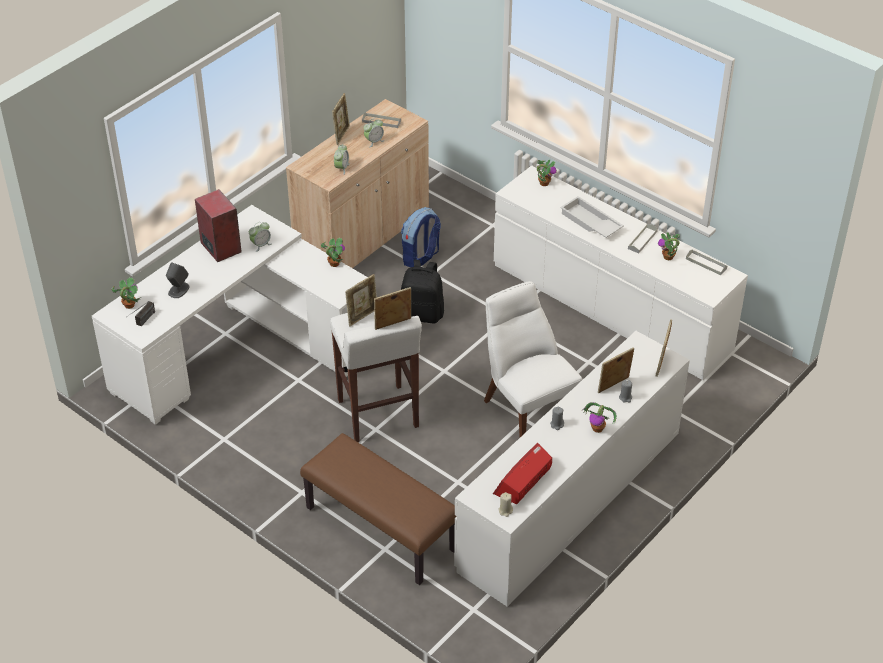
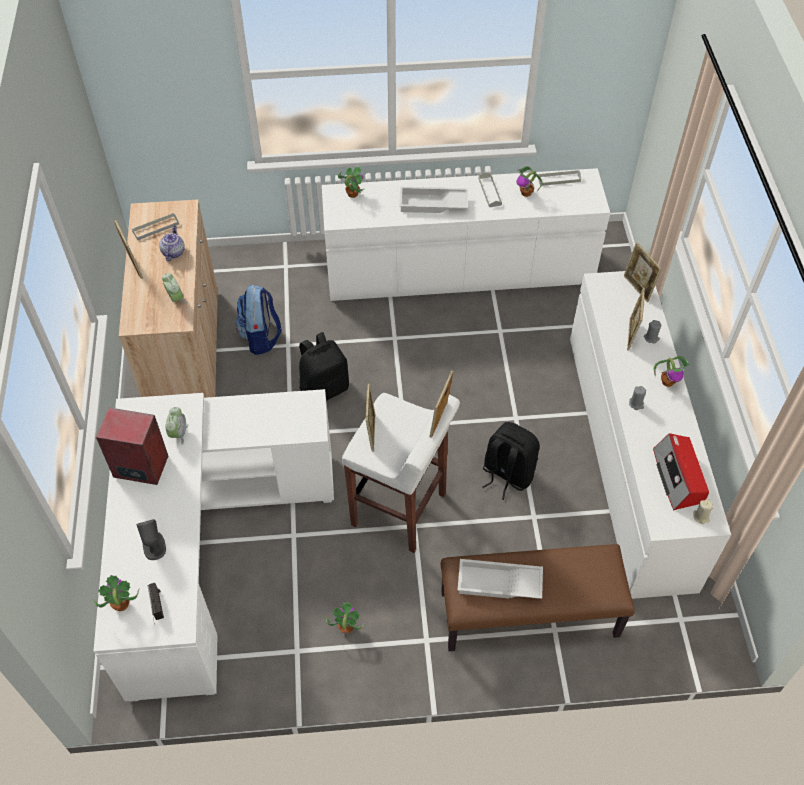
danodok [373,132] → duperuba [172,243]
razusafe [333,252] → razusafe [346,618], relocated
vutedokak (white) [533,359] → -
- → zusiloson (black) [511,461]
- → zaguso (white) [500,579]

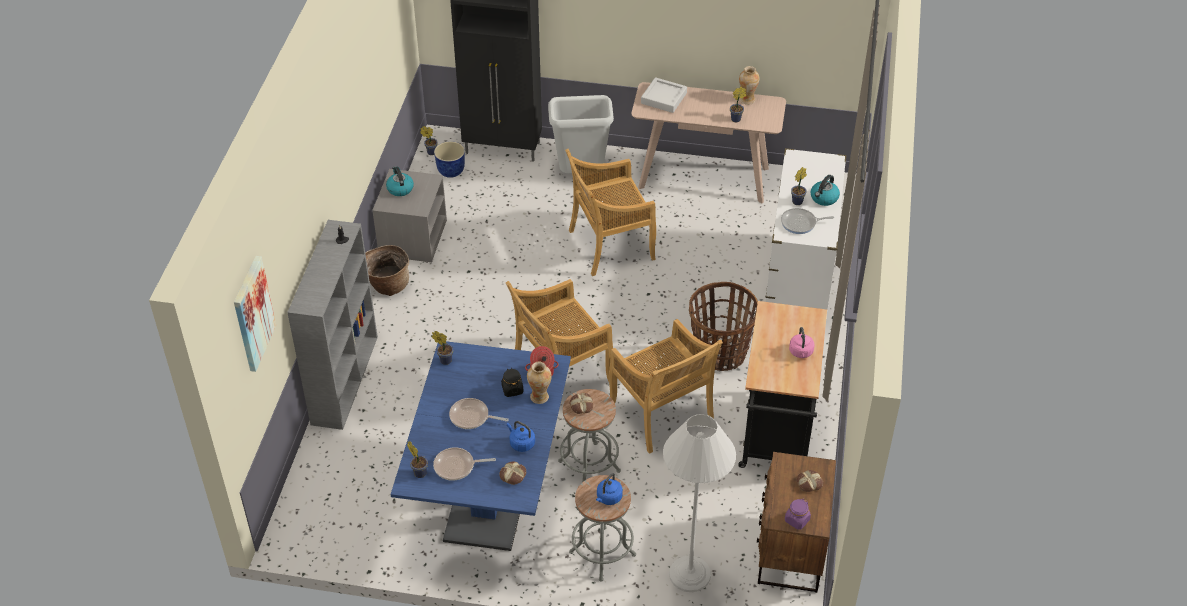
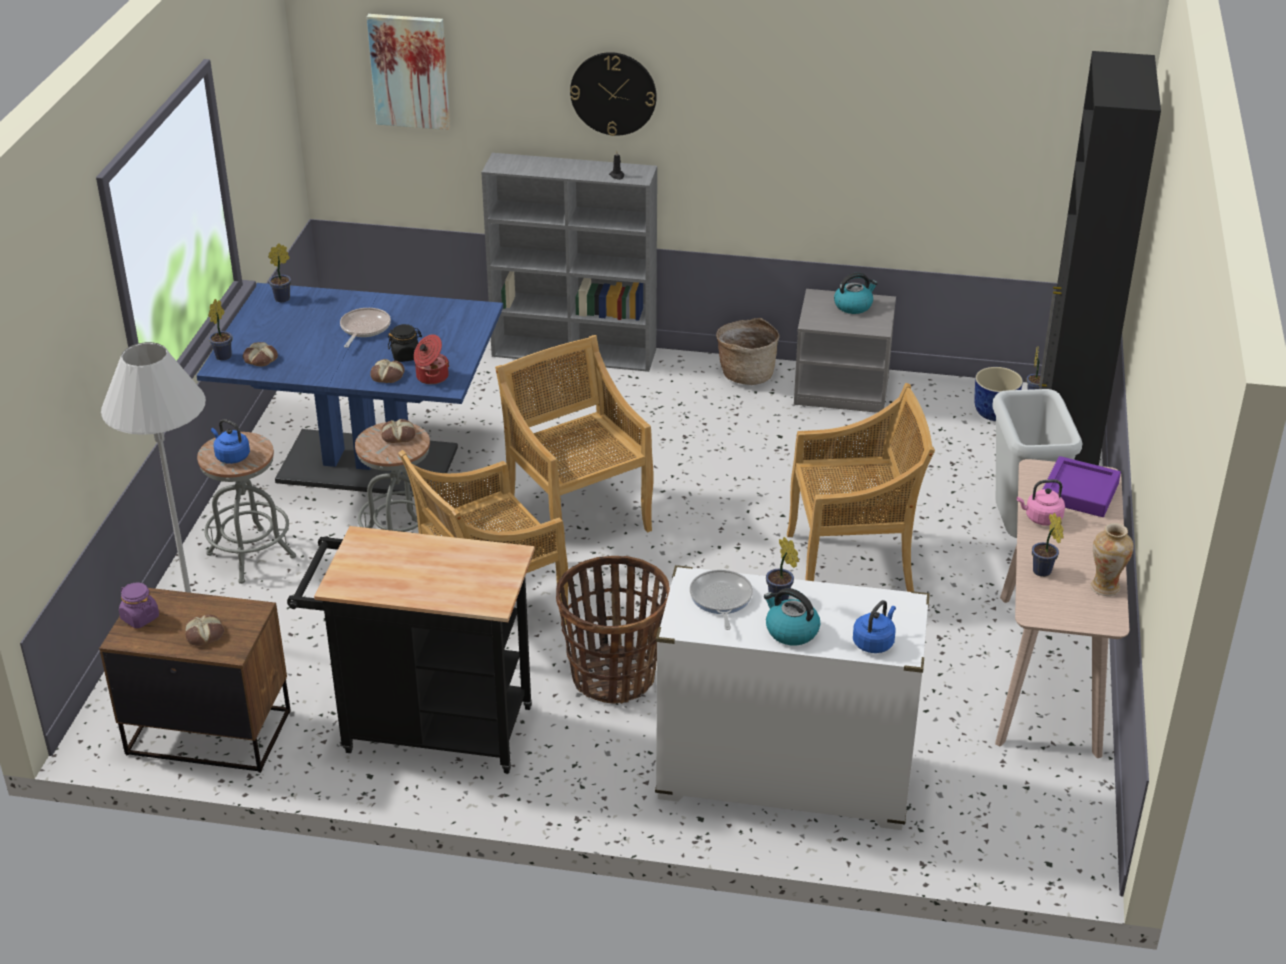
zaguso (grey) [664,95] → zaguso (purple) [1082,486]
vutedokak (beige) [610,212] → vutedokak (beige) [861,487], 105 degrees clockwise
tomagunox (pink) [801,342] → tomagunox (pink) [1041,502], relocated
razusafe [442,348] → razusafe [220,329], relocated
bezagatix [539,382] → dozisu [387,371]
tomagunox (blue) [521,436] → tomagunox (blue) [874,626], relocated
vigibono [464,464] → -
- → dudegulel [613,94]

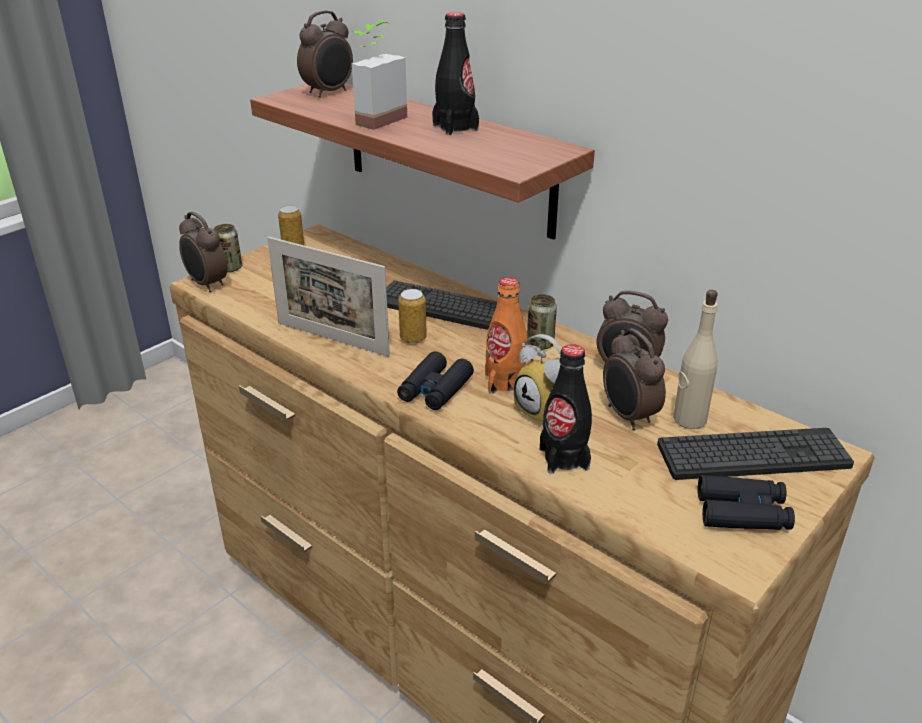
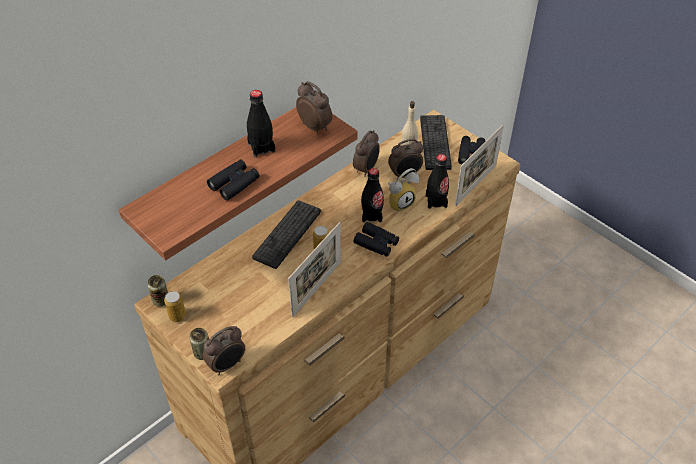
danodok [325,54] → danodok [314,107], relocated
razusafe [379,75] → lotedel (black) [233,180]
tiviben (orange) [506,335] → tiviben (black) [372,195]
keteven [542,322] → keteven [157,291], relocated
- → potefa [479,165]

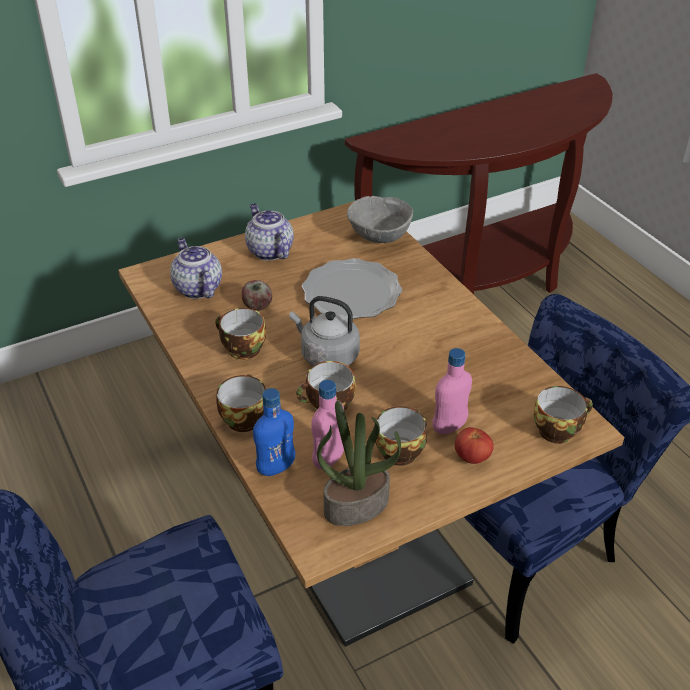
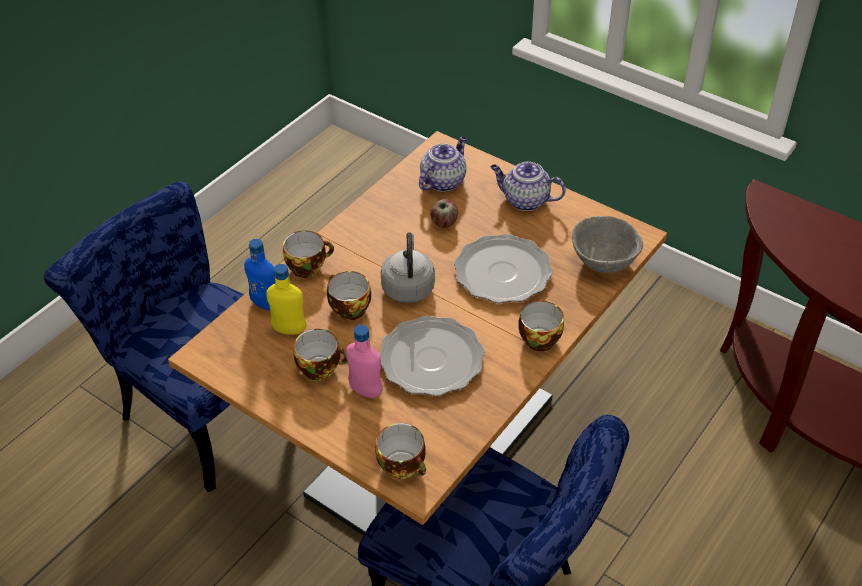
duperuba [269,232] → duperuba [528,186], 105 degrees counterclockwise
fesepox [240,334] → fesepox [541,325], relocated
tiviben (pink) [327,424] → tiviben (yellow) [286,299]
razusafe [359,463] → -
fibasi [474,445] → -
- → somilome [432,355]

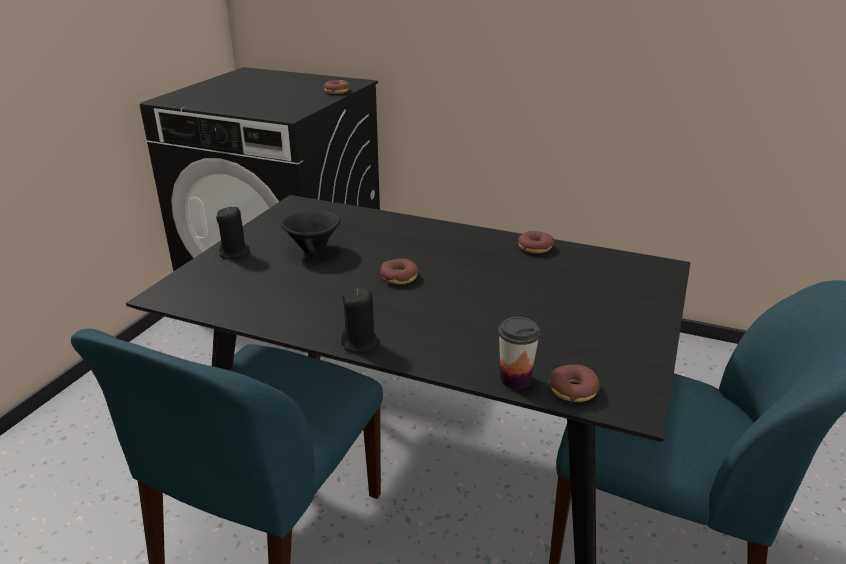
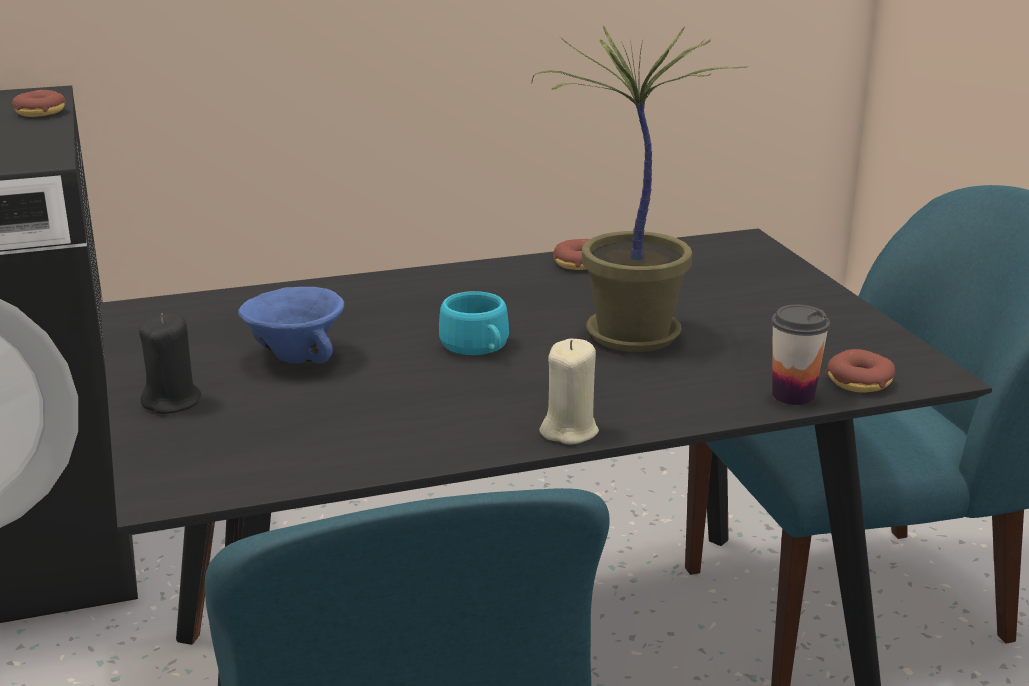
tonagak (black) [311,234] → tonagak (blue) [291,325]
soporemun [399,271] → fesepox (turquoise) [474,323]
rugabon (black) [360,320] → rugabon (beige) [569,391]
- → razusafe [640,189]

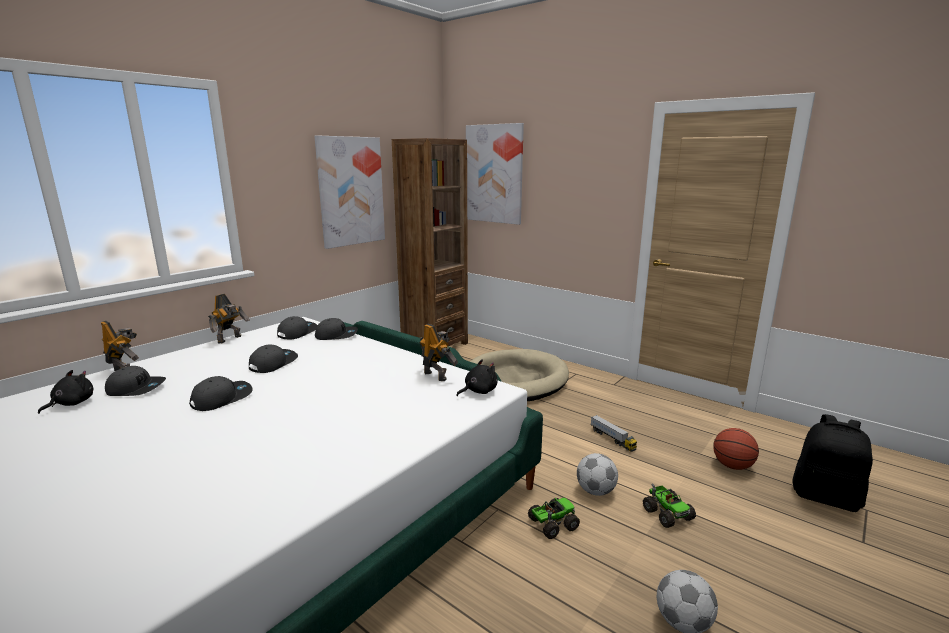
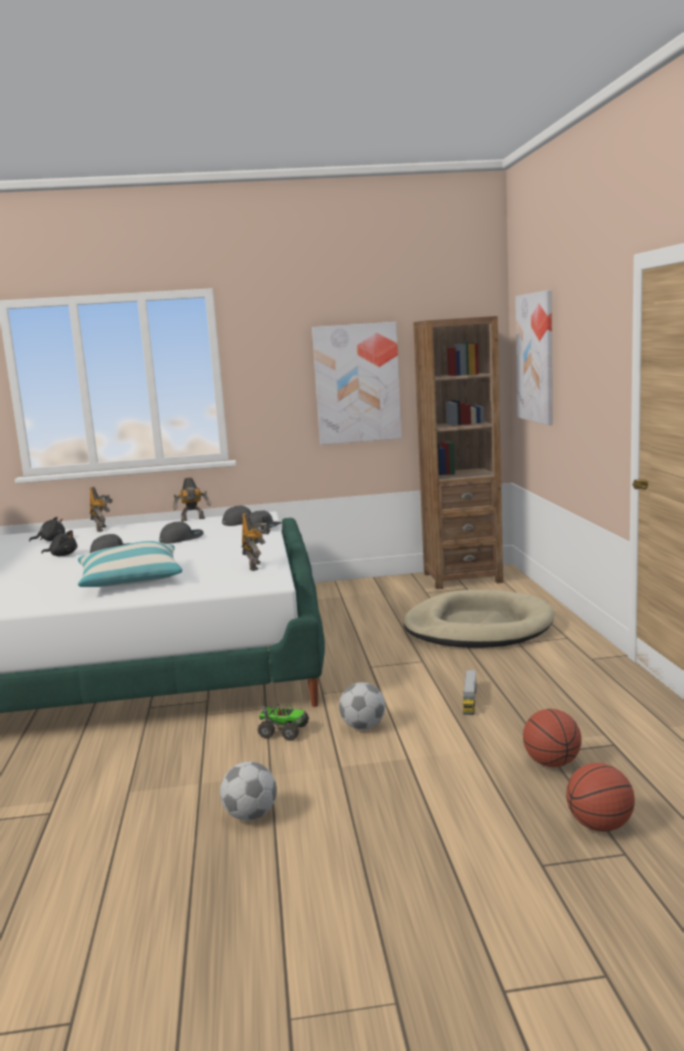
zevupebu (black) [477,377] → zevupebu (black) [59,543], relocated
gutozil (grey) [135,381] → -
zusiloson (black) [832,463] → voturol [600,797]
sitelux [669,505] → -
- → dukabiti [130,564]

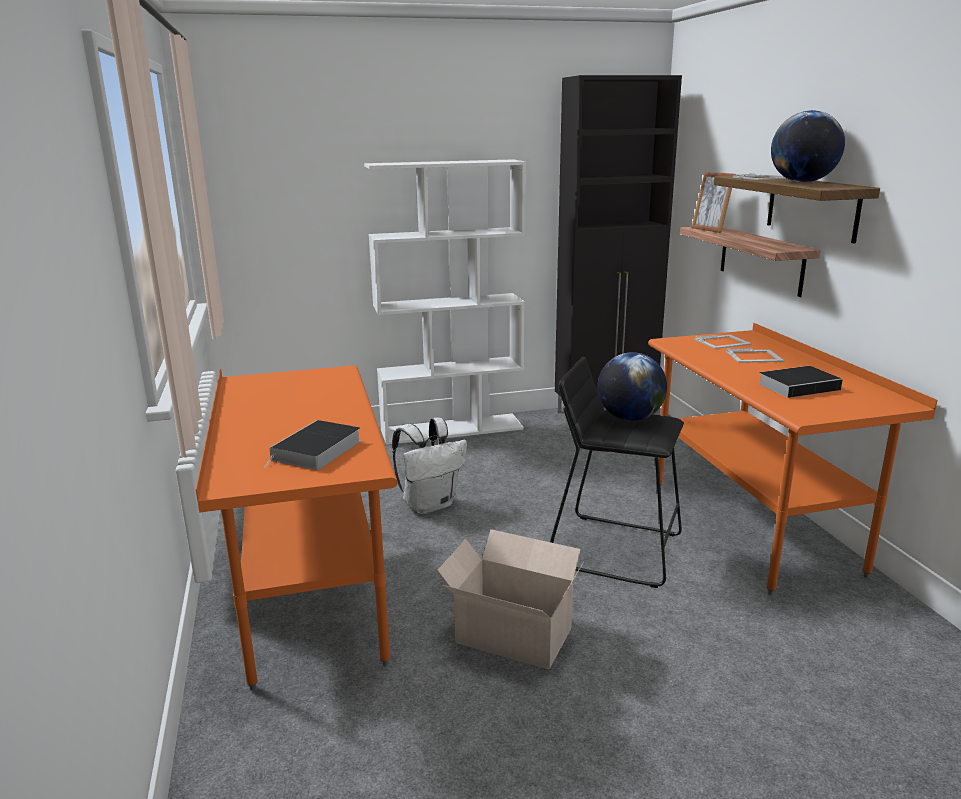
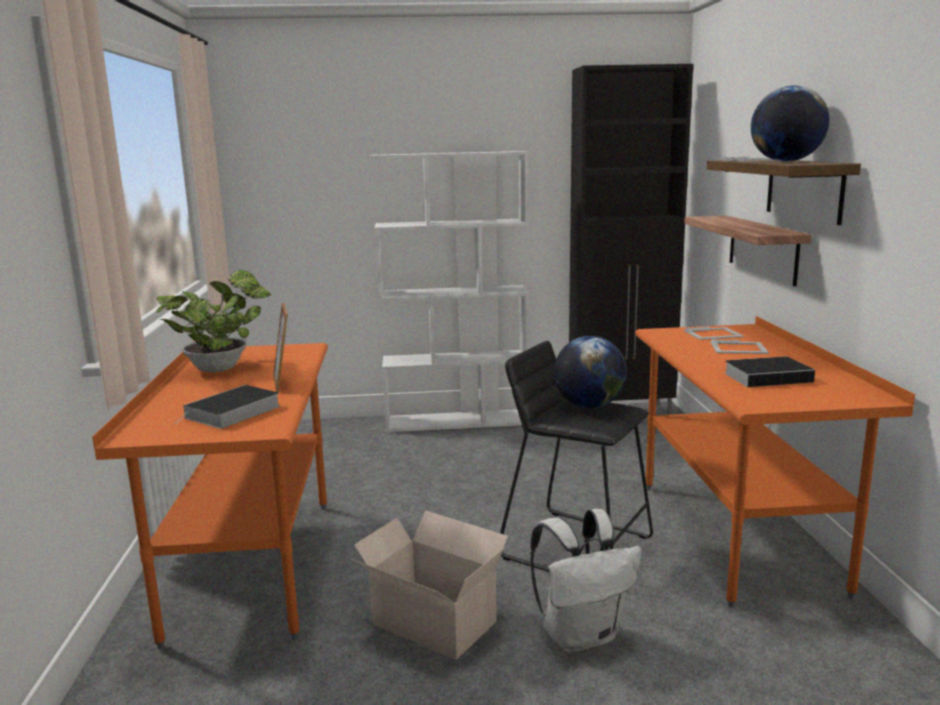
potefa [713,202] → potefa [280,347], relocated
zusiloson (white) [429,466] → zusiloson (white) [586,581], relocated
- → razusafe [213,321]

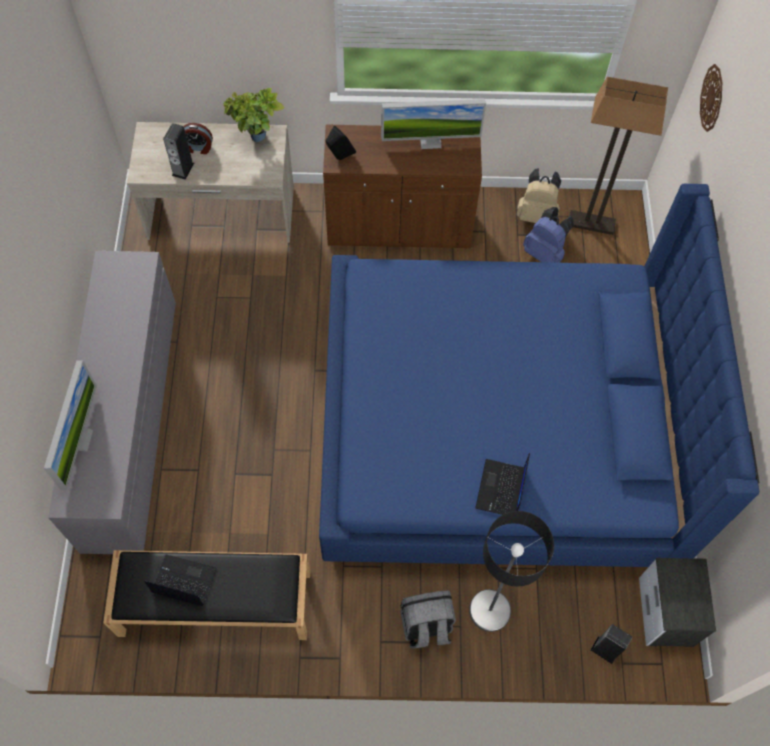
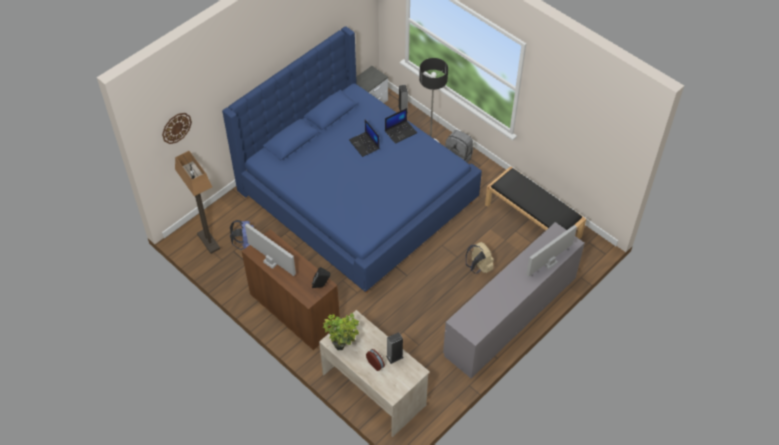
zusiloson (beige) [539,195] → zusiloson (beige) [480,258], relocated
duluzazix [180,580] → duluzazix [364,138], relocated

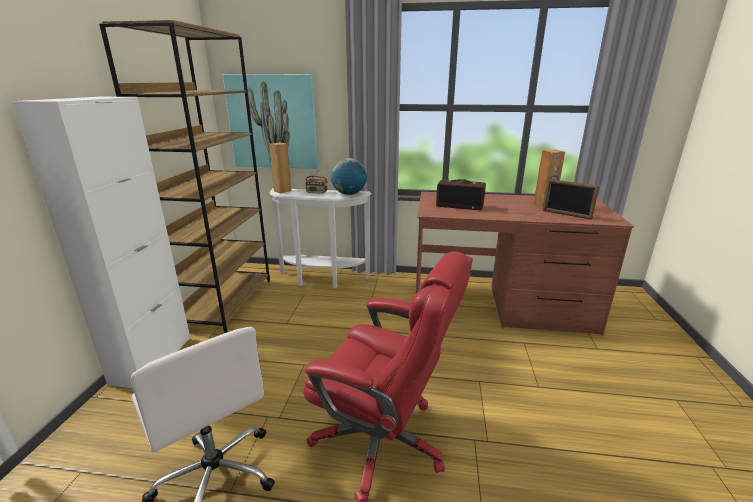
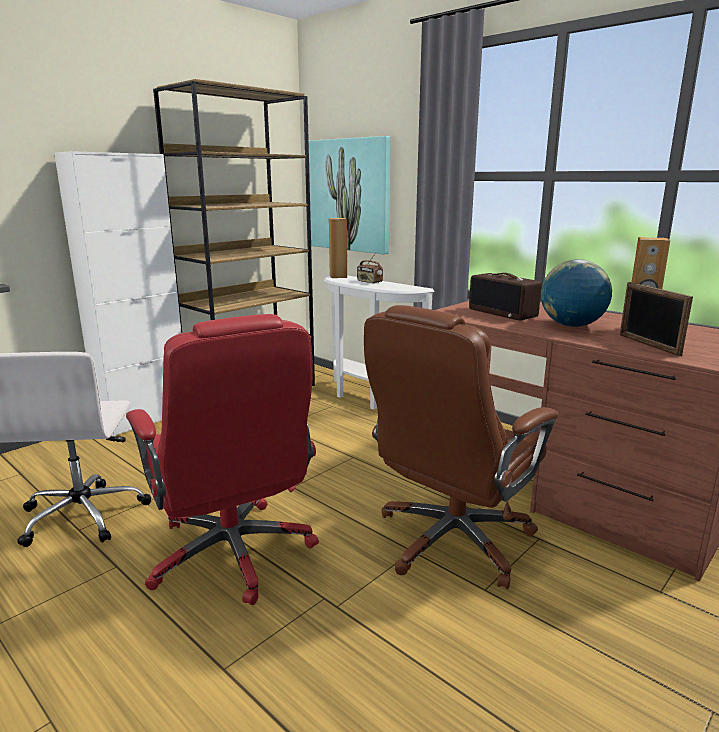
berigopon [349,176] → berigopon [576,293], relocated
- → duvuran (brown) [461,447]

